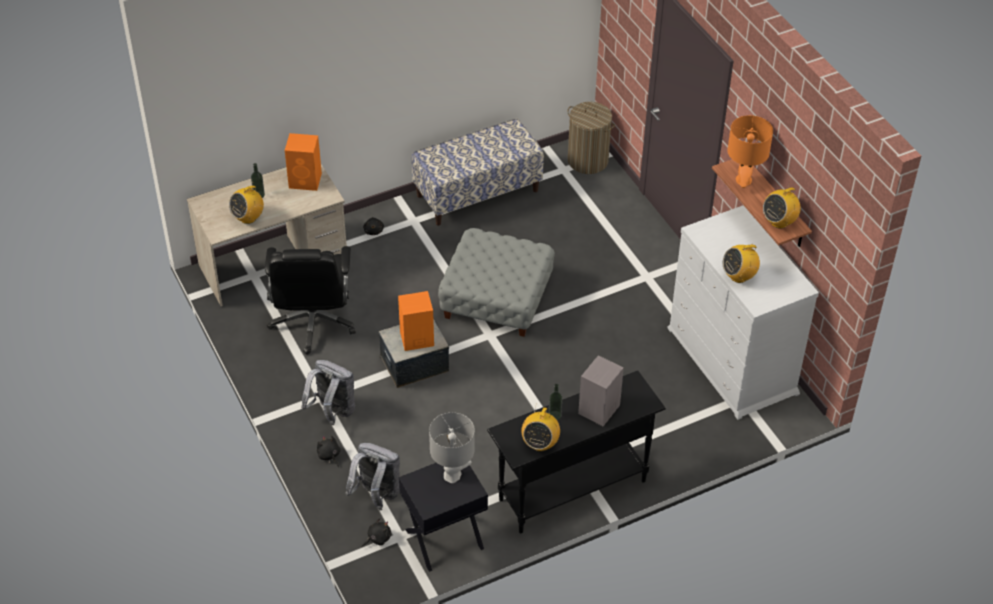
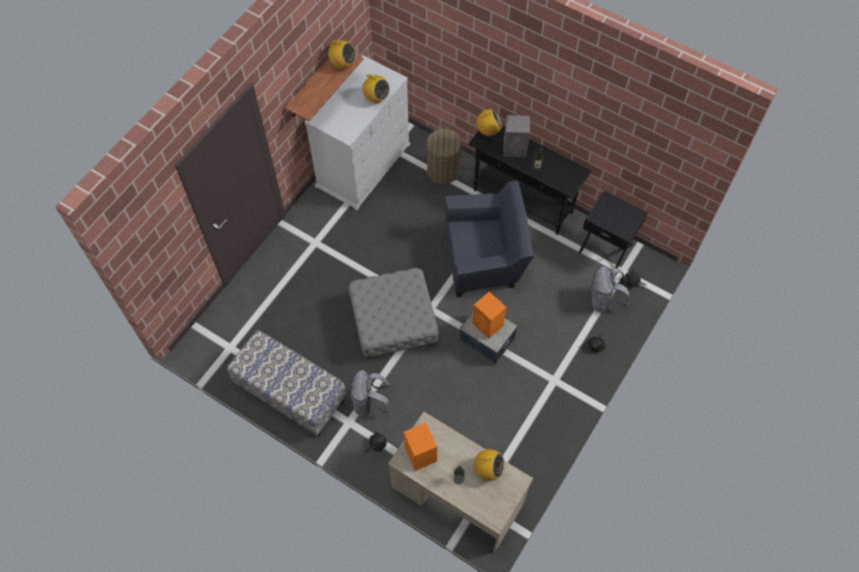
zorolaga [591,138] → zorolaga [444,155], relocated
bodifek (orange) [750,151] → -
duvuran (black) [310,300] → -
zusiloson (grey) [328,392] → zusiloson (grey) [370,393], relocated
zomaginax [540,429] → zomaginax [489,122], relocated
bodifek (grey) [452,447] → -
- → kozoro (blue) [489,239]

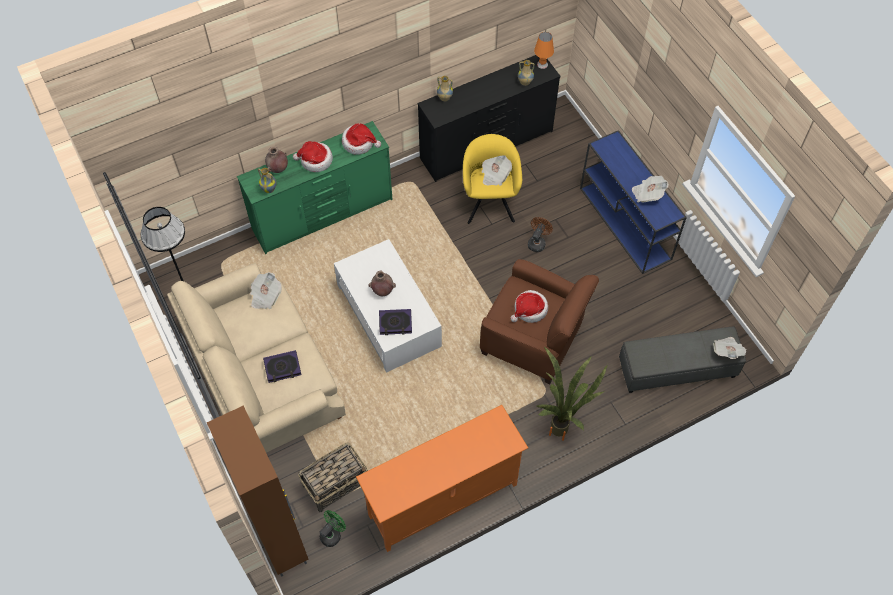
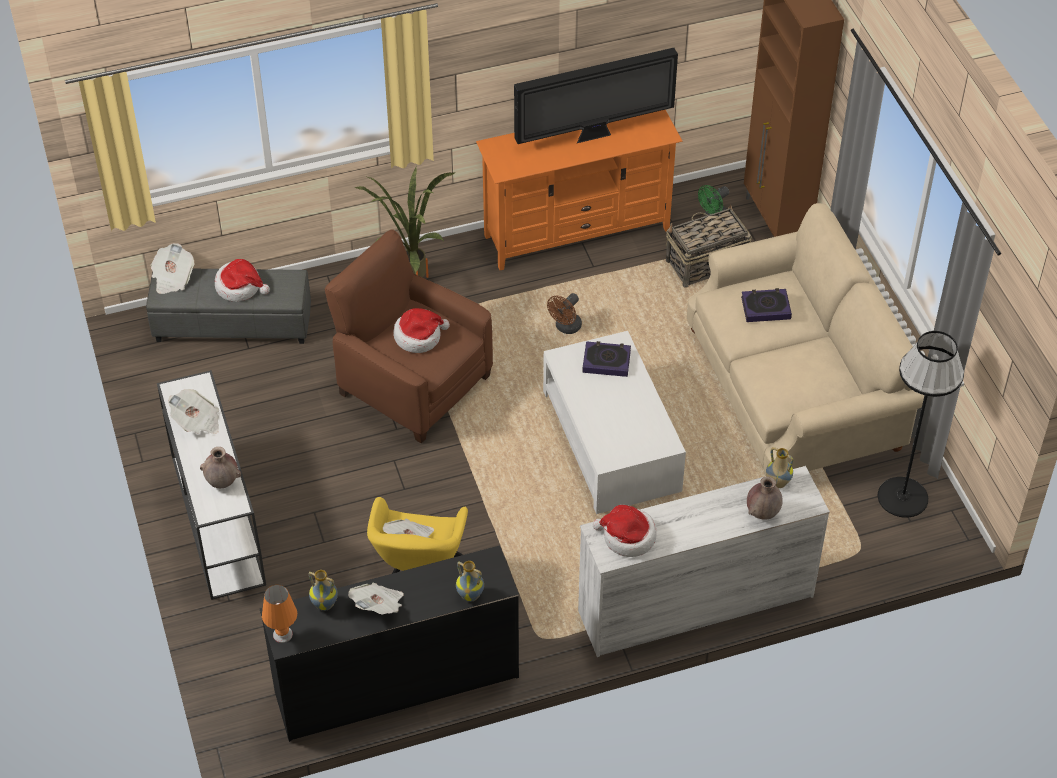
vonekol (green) [315,187] → vonekol (white) [704,561]
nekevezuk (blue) [633,202] → nekevezuk (white) [211,485]
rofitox [313,156] → rofitox [242,280], relocated
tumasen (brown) [540,234] → tumasen (brown) [564,313], relocated
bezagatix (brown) [382,283] → bezagatix (brown) [220,467], relocated
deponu [266,290] → deponu [376,598], relocated
- → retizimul [596,96]

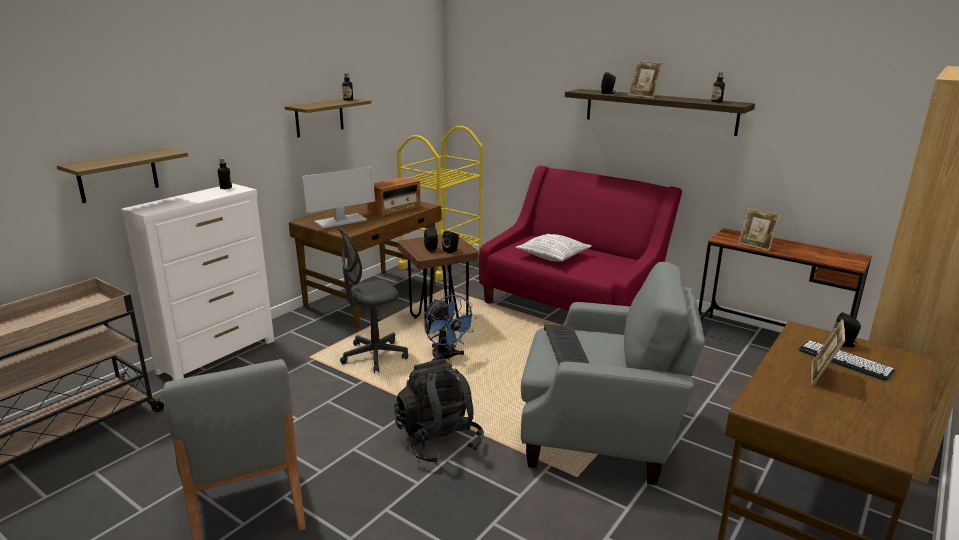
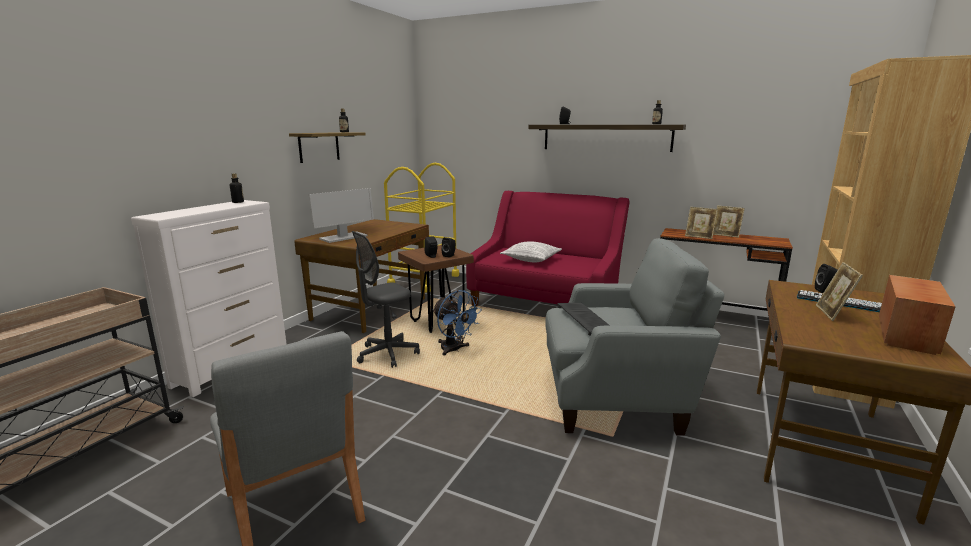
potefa [645,79] → potefa [729,221], relocated
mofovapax [122,175] → -
zomaginax [394,196] → zomaginax [917,315], relocated
zusiloson (black) [439,410] → -

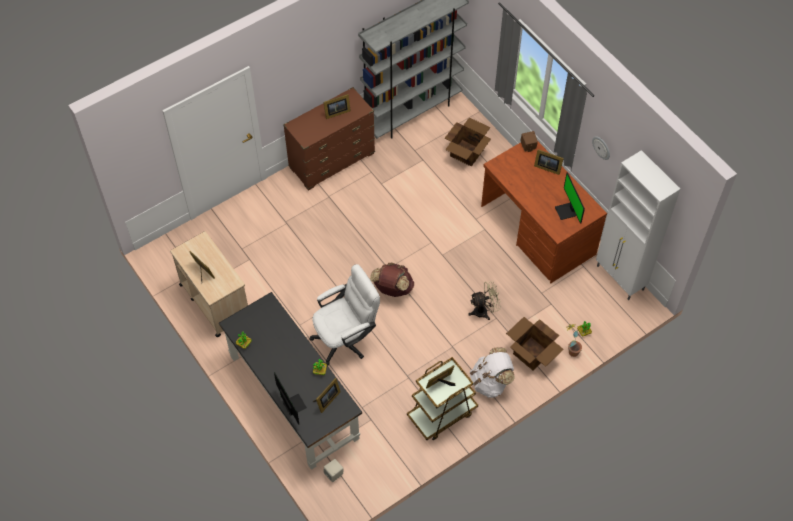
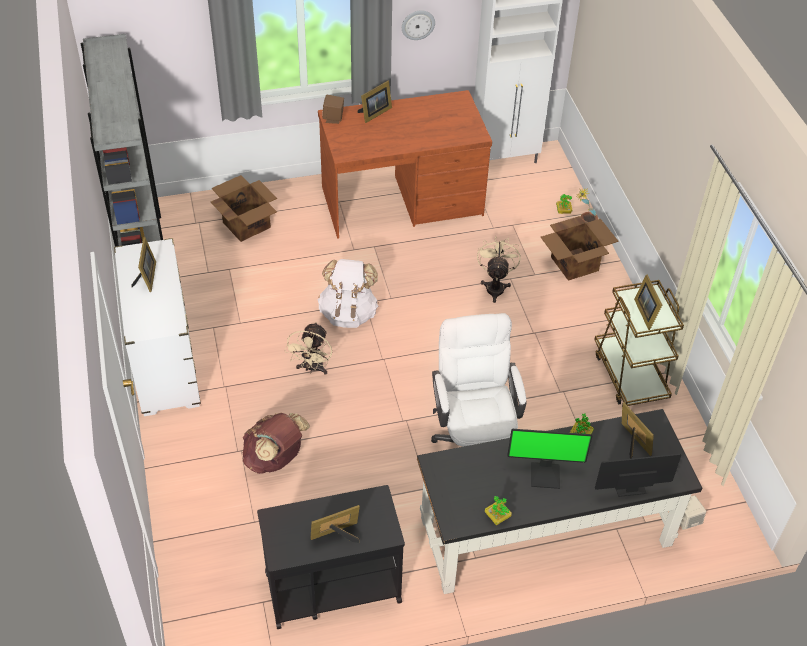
vonekol (brown) [329,139] → vonekol (white) [157,327]
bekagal [570,198] → bekagal [549,459], relocated
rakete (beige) [209,284] → rakete (black) [331,557]
zusiloson (brown) [392,280] → zusiloson (brown) [276,443], relocated
zusiloson (white) [492,372] → zusiloson (white) [348,293], relocated
- → tumasen (beige) [308,348]

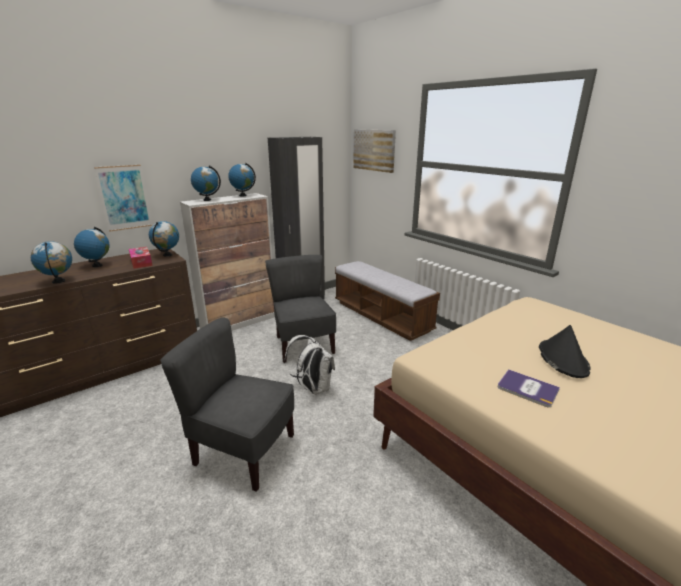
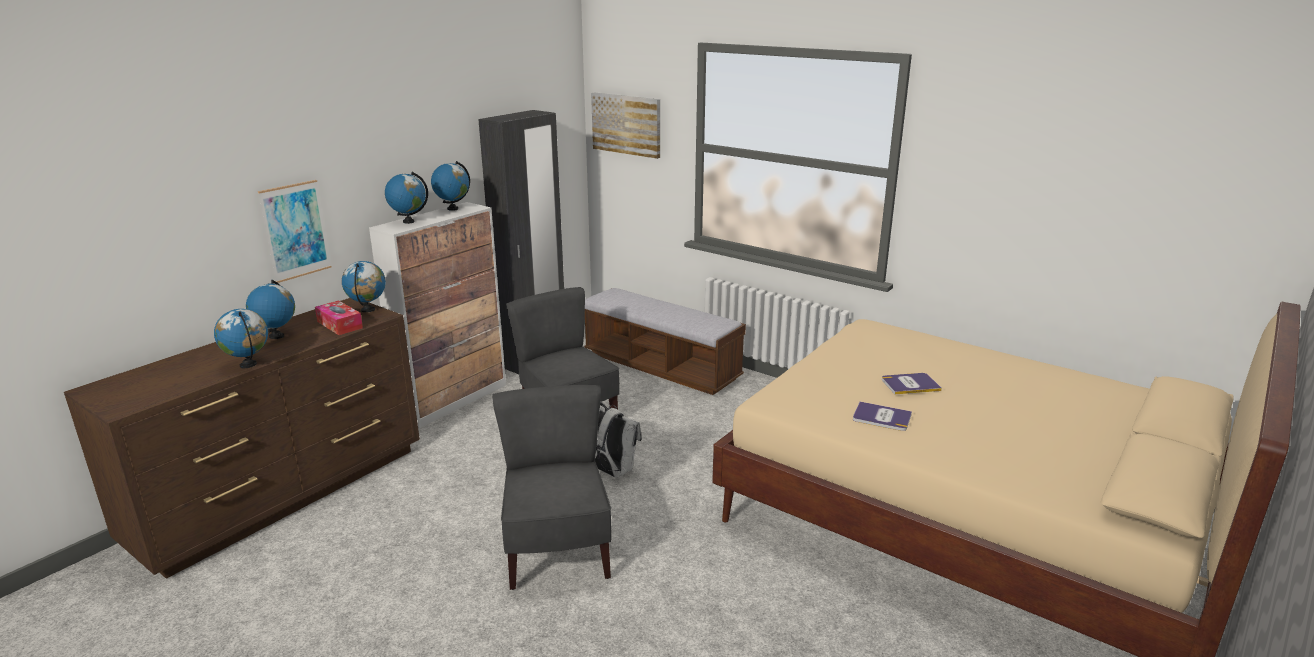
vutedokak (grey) [227,404] → vutedokak (grey) [552,487], 75 degrees clockwise
rofitox (black) [564,351] → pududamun [912,383]

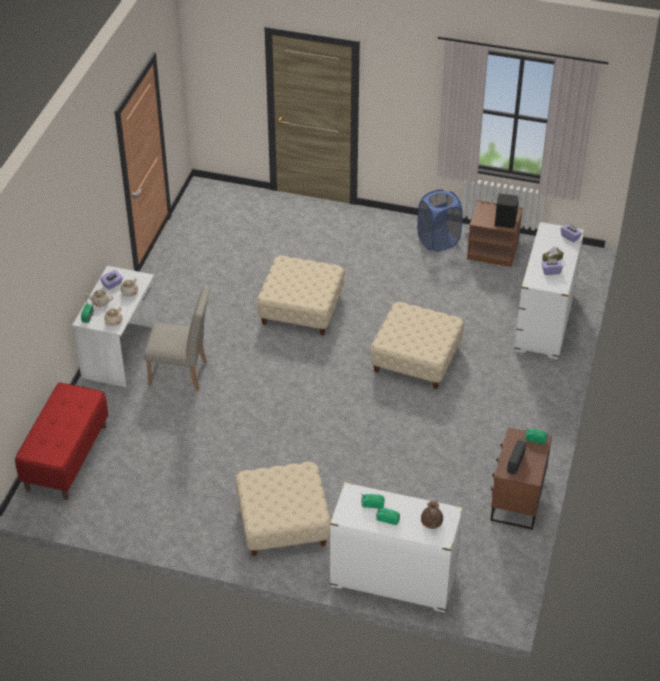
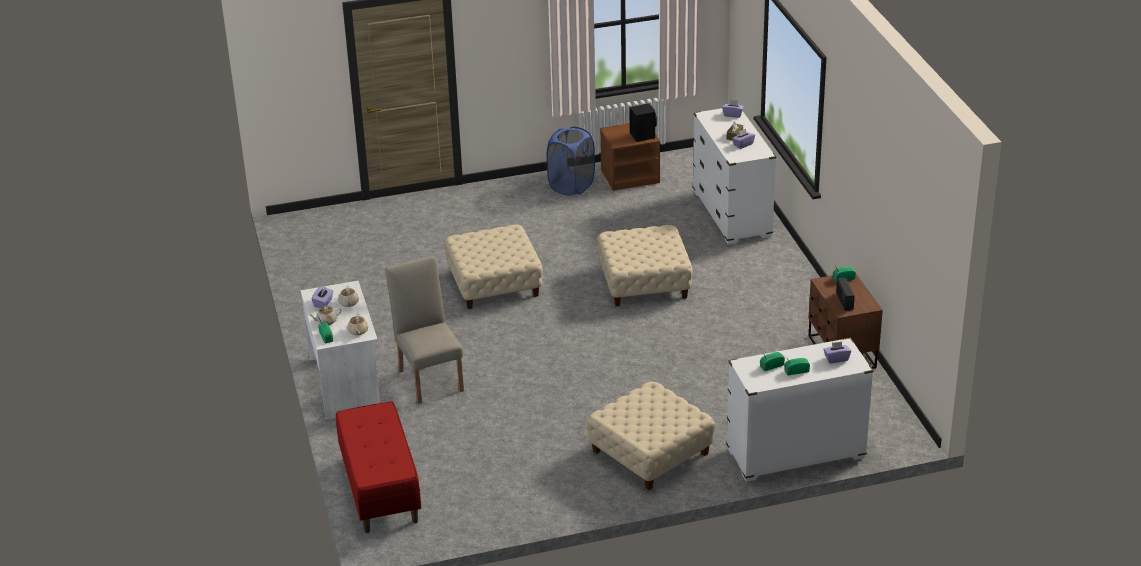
vutedokak (beige) [177,338] → vutedokak (beige) [424,329], 90 degrees counterclockwise
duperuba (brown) [432,515] → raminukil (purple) [837,352]

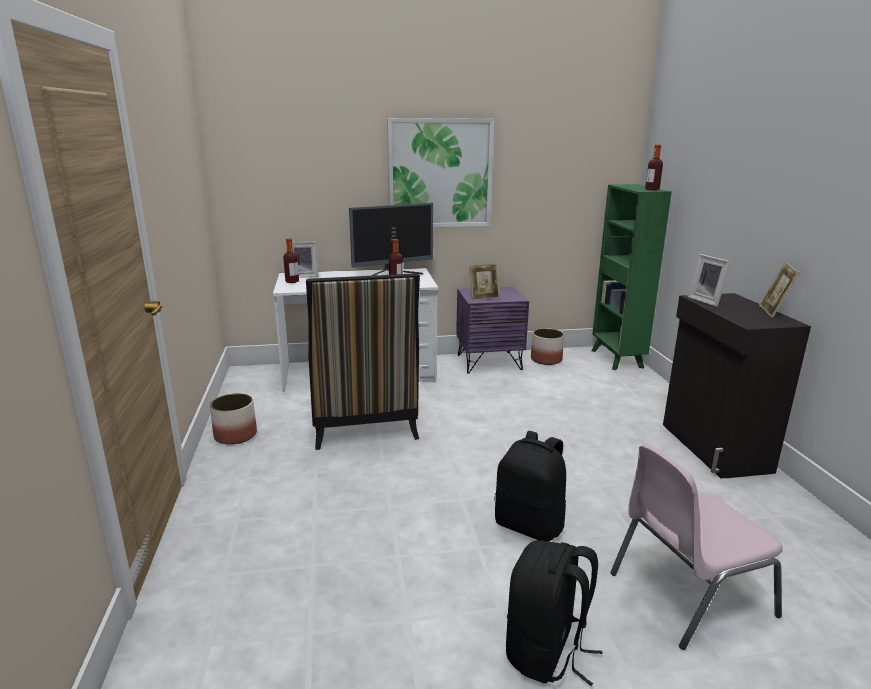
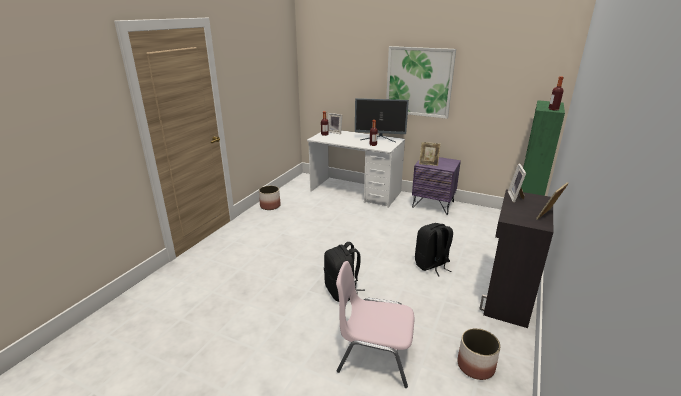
vutedokak [363,361] → -
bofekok [547,346] → bofekok [479,354], relocated
zusiloson (black) [554,613] → zusiloson (black) [434,250], relocated

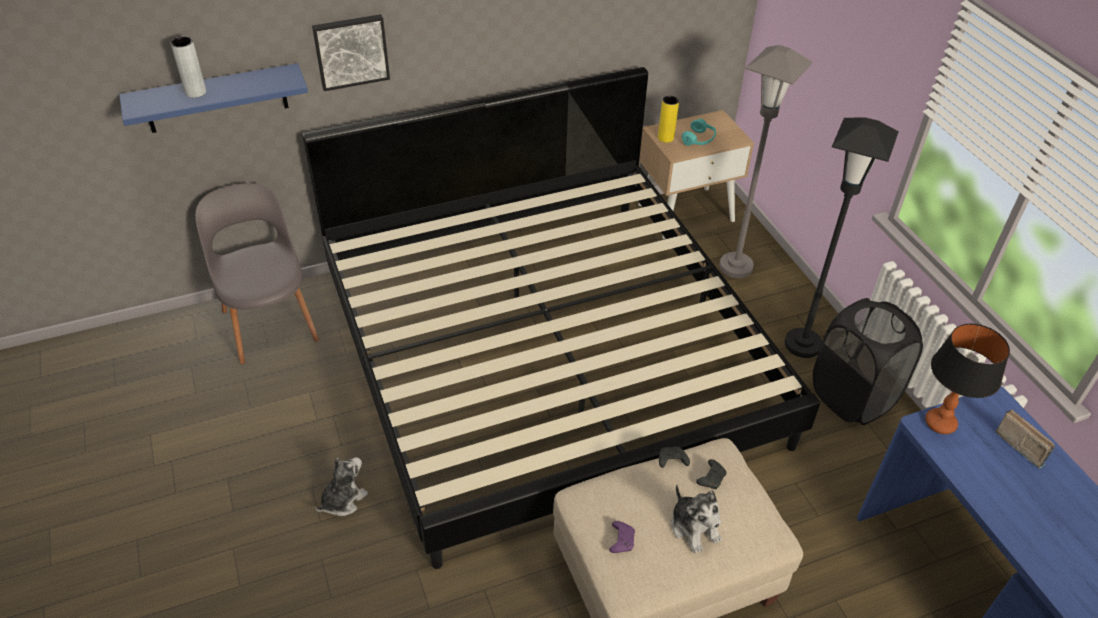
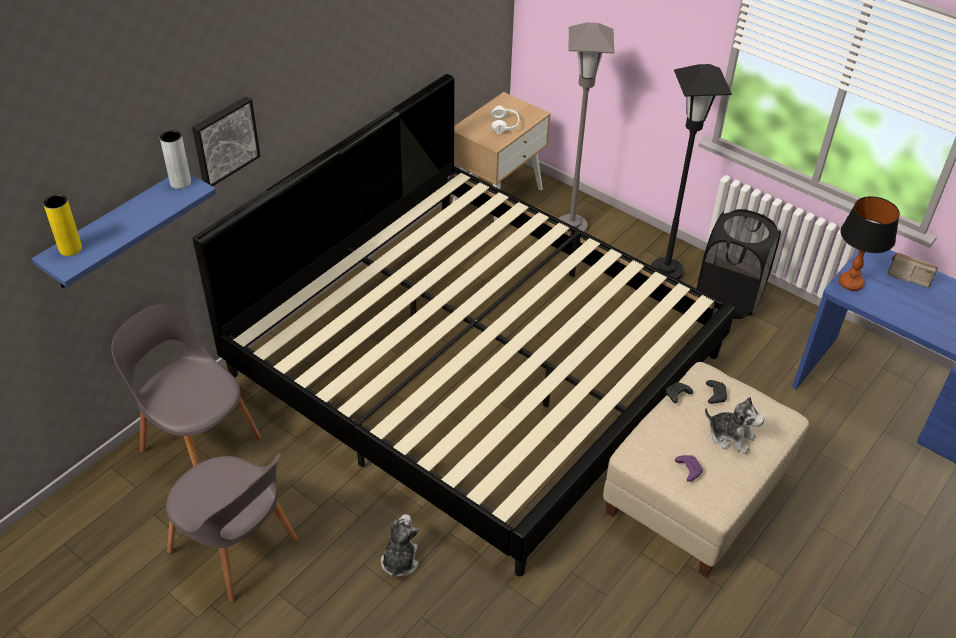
bezagatix (grey) [188,67] → bezagatix (grey) [175,159], relocated
bezagatix (yellow) [668,119] → bezagatix (yellow) [62,225], relocated
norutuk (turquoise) [699,132] → norutuk (white) [505,120]
- → vutedokak (grey) [232,527]

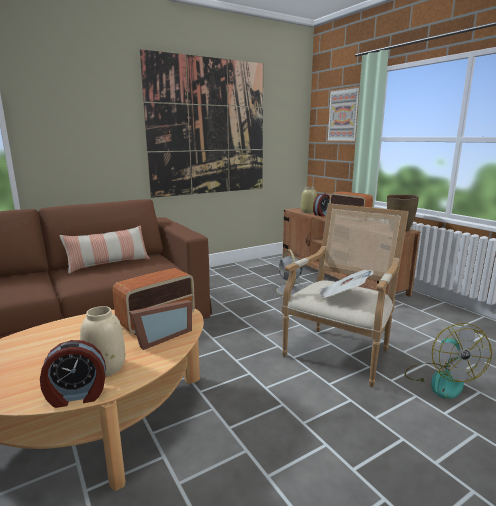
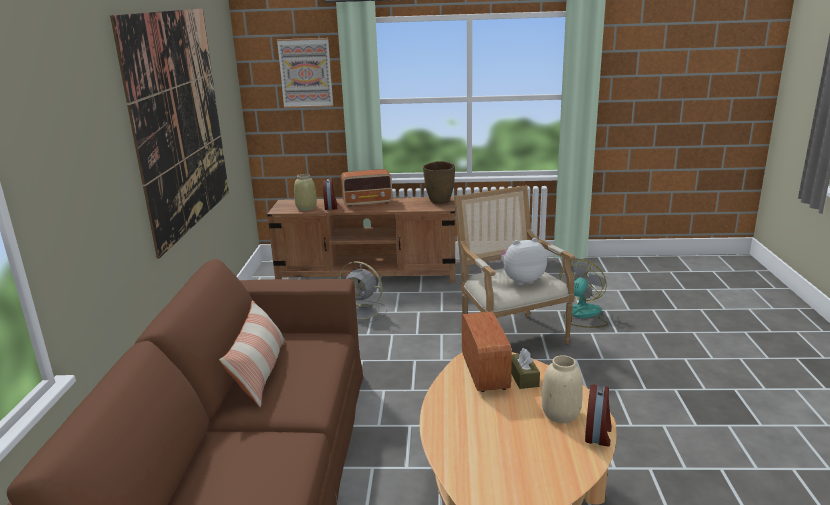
deponu [346,284] → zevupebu [523,261]
potefa [160,325] → raminukil (brown) [525,368]
tumasen [448,361] → tumasen [584,294], 90 degrees counterclockwise

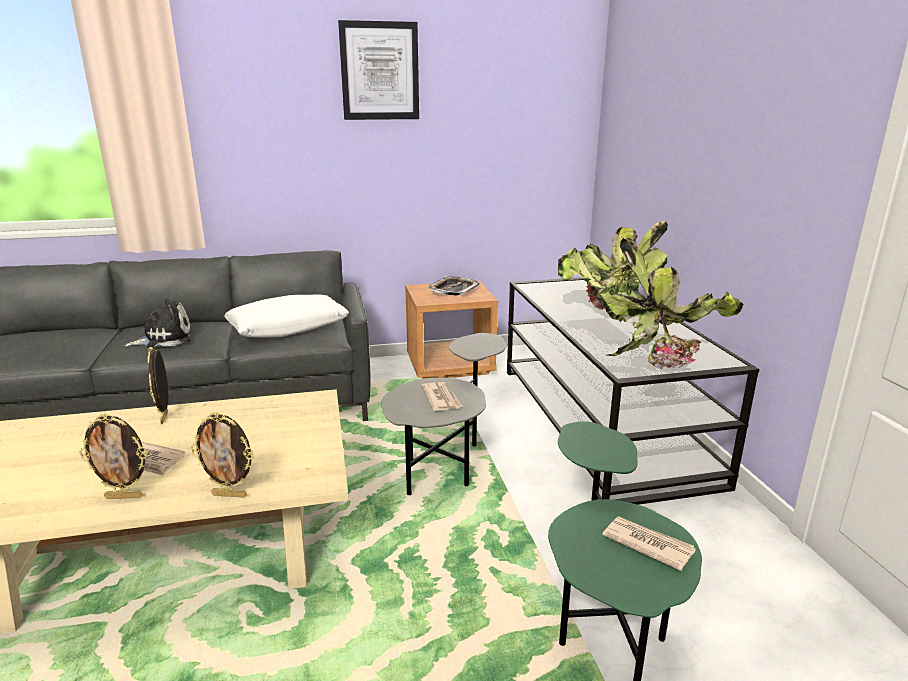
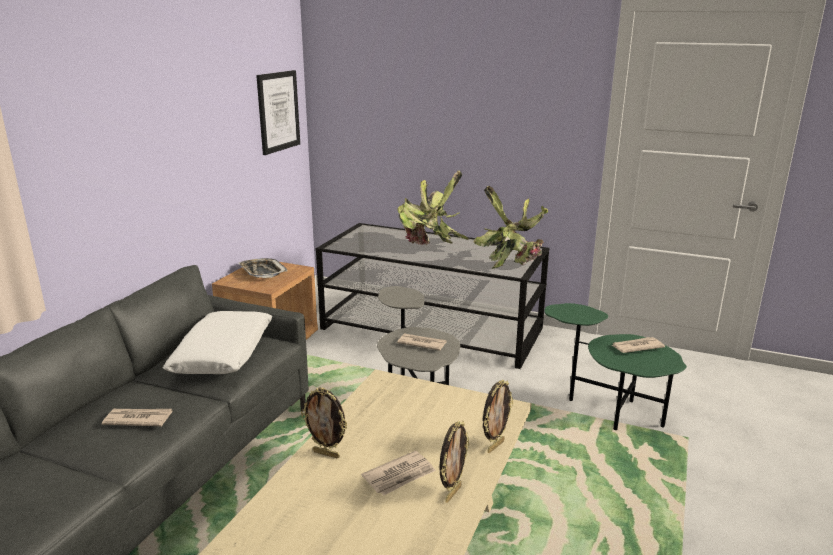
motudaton [378,70] → motudaton [278,112], relocated
zevupebu [157,323] → deponu [137,417]

